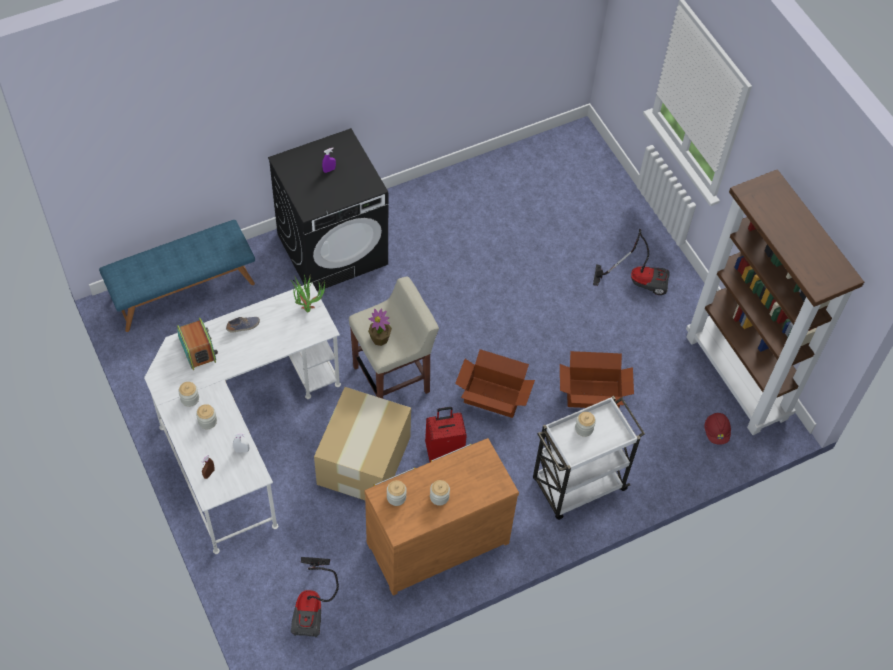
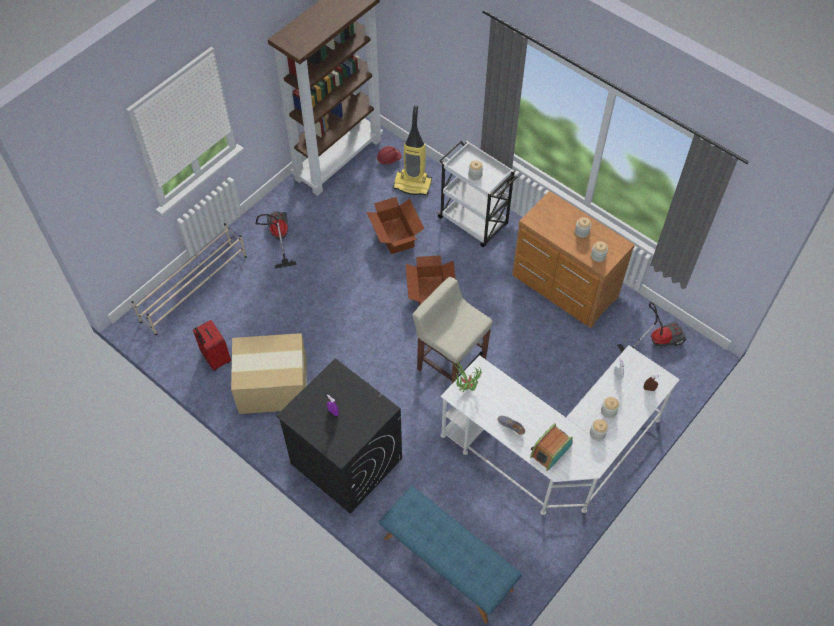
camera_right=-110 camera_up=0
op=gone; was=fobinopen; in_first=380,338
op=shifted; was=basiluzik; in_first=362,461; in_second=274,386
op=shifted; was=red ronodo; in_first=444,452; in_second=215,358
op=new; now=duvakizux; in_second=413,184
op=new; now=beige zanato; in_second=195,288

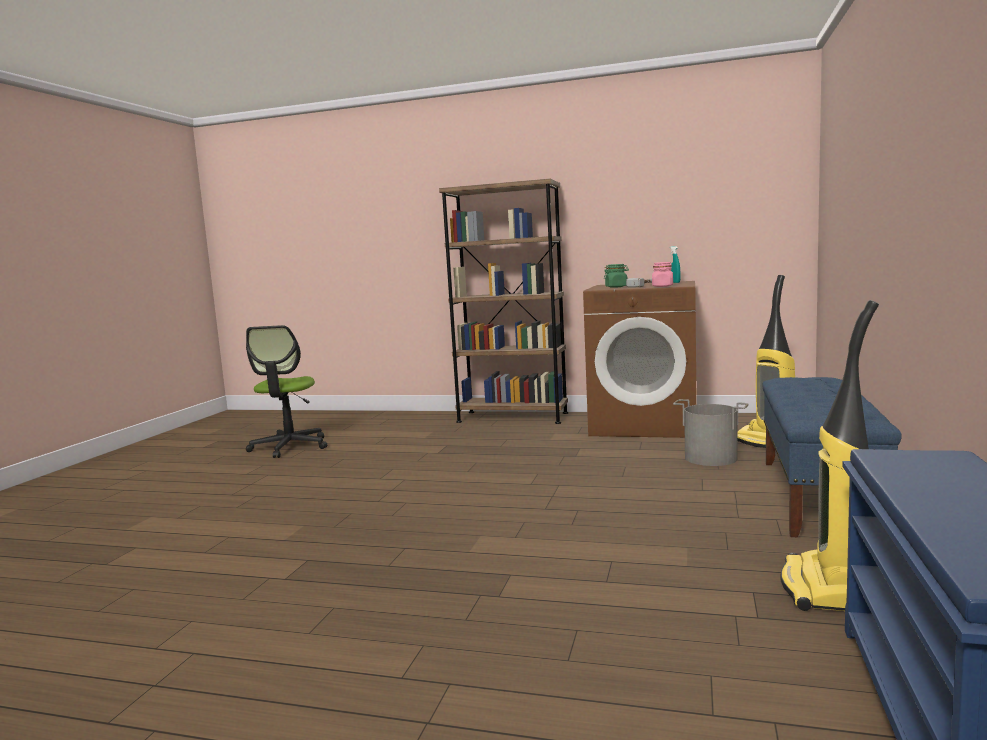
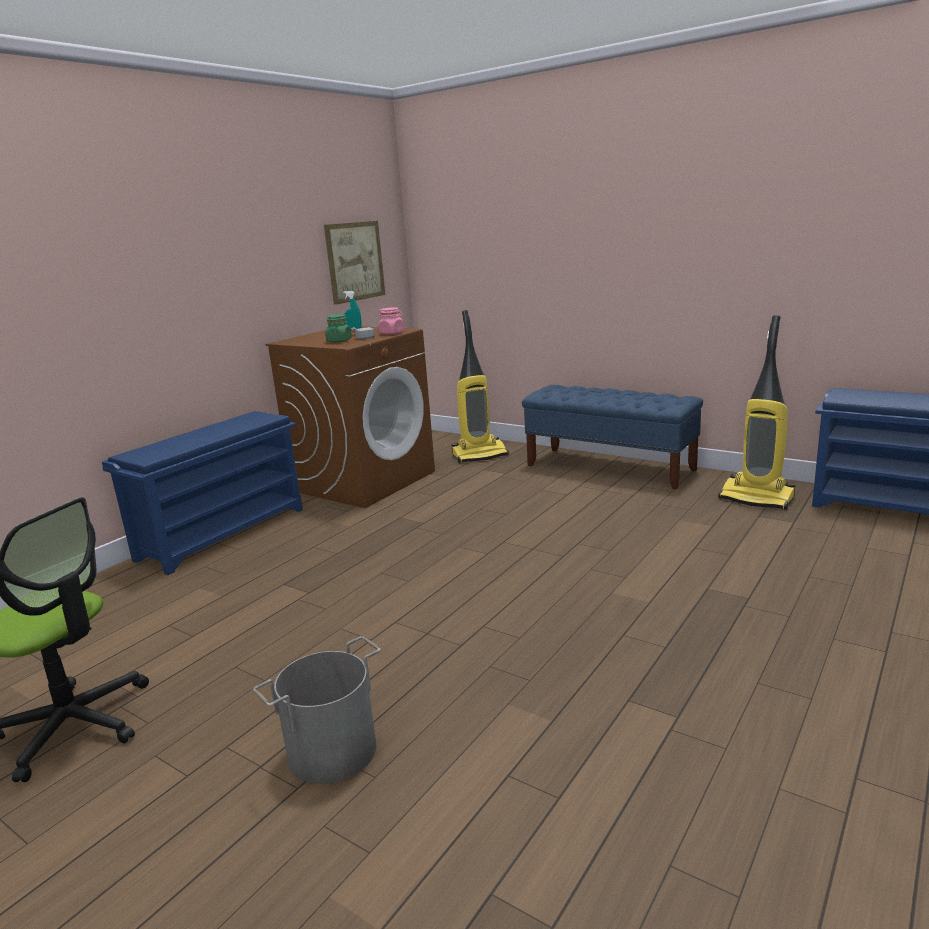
camera_right=-70 camera_up=10
op=swapped; was=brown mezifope; now=blue zanato; in_first=512,417; in_second=224,533
op=shifted; was=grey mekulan; in_first=711,458; in_second=331,750
op=new; now=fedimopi; in_second=355,261

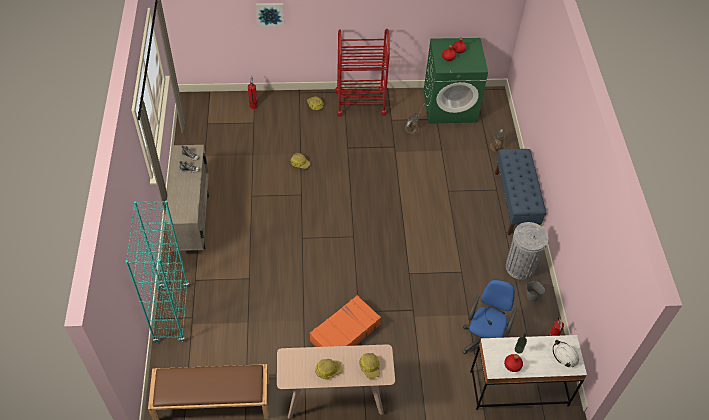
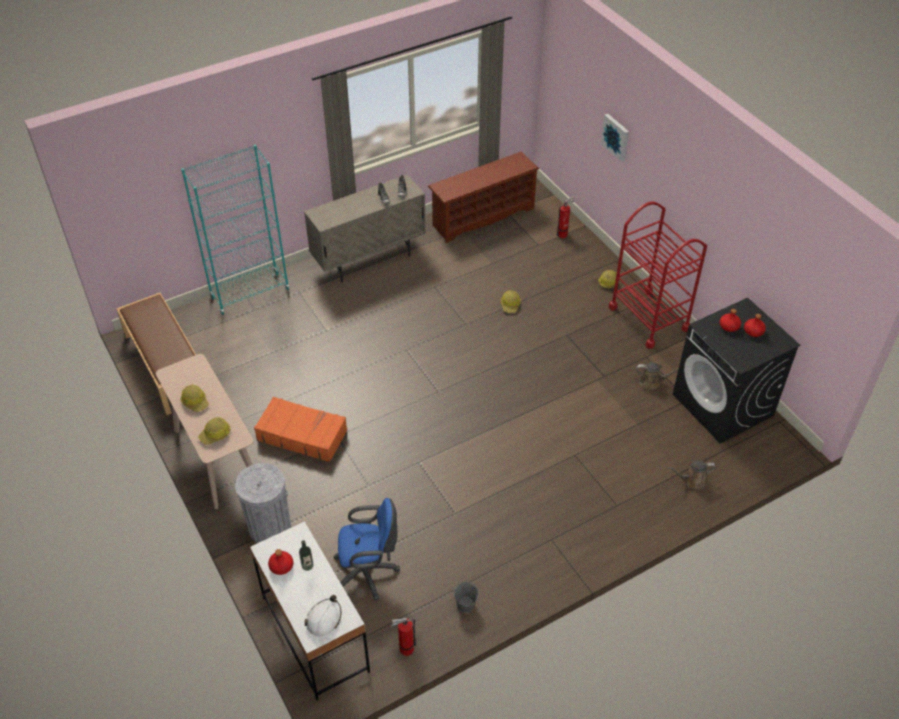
camera_right=65 camera_up=-5
op=repainted; was=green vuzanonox; now=black vuzanonox; in_first=450,106; in_second=723,405
op=gone; was=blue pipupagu; in_first=515,203
op=shifted; was=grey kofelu; in_first=520,267; in_second=270,528
op=new; now=brown zanato; in_second=482,216

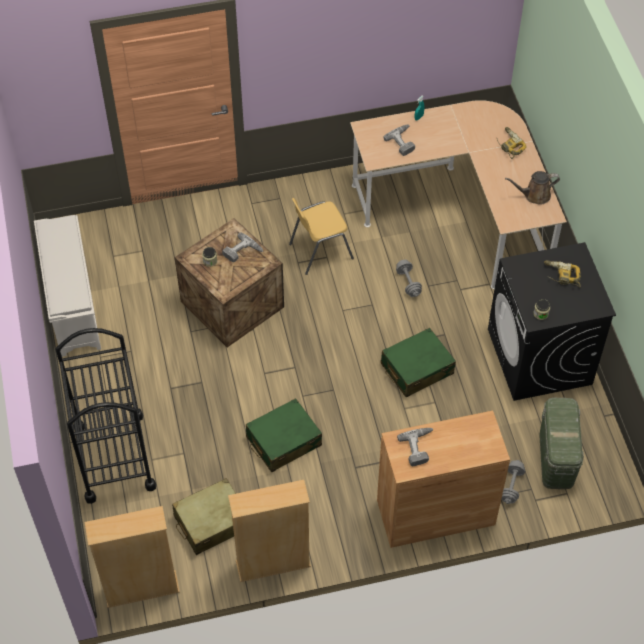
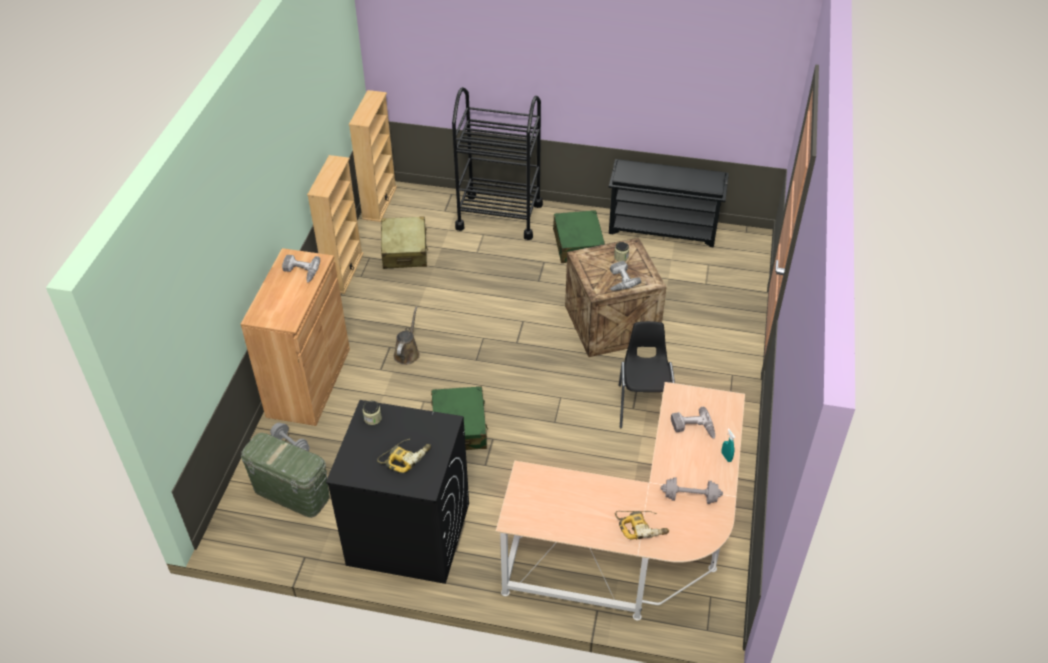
camera_right=115 camera_up=-10
op=shifted; was=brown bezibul; in_first=534,195; in_second=407,353
op=repainted; was=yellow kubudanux; now=black kubudanux; in_first=320,251; in_second=643,406
op=repainted; was=white zanato; now=black zanato; in_first=72,306; in_second=664,228
op=shifted; was=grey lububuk; in_first=408,283; in_second=690,497
op=shifted; was=green ronodo; in_first=283,441; in_second=578,244

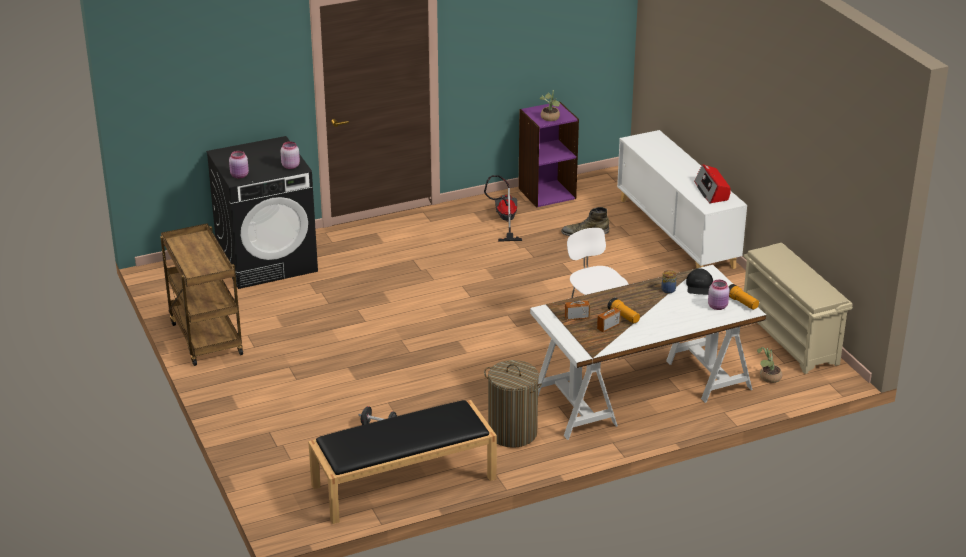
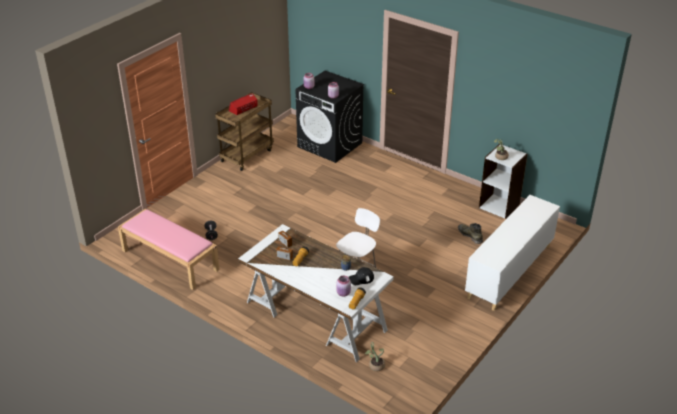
camera_right=60 camera_up=5
op=repainted; was=purple mezifope; now=white mezifope; in_first=547,193; in_second=499,206
op=shifted; was=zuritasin; in_first=712,191; in_second=243,108
op=gone; was=duvakizux; in_first=504,221
op=gone; was=beige zanato; in_first=790,338
op=gone; was=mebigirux; in_first=512,433
op=repainted; was=black pipupagu; now=pink pipupagu; in_first=403,482; in_second=169,260

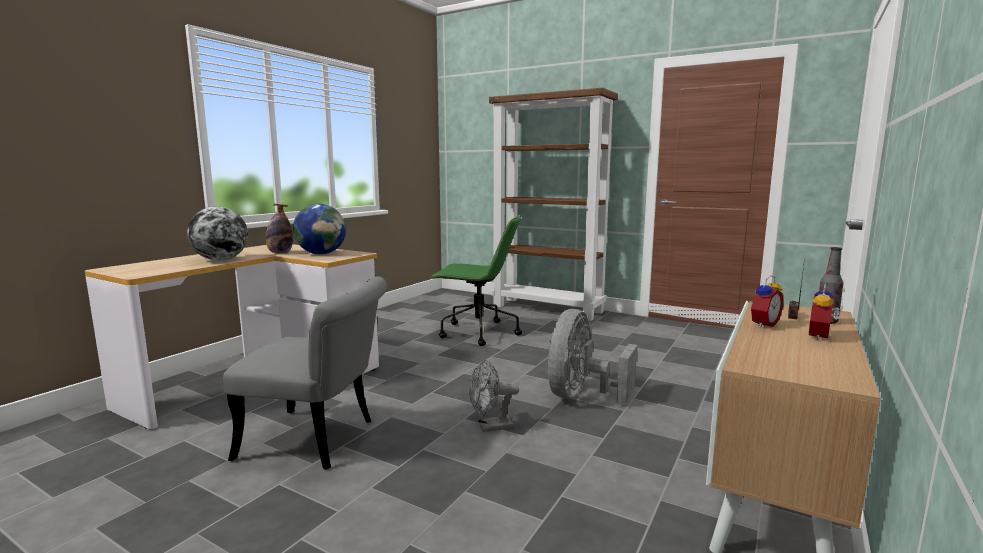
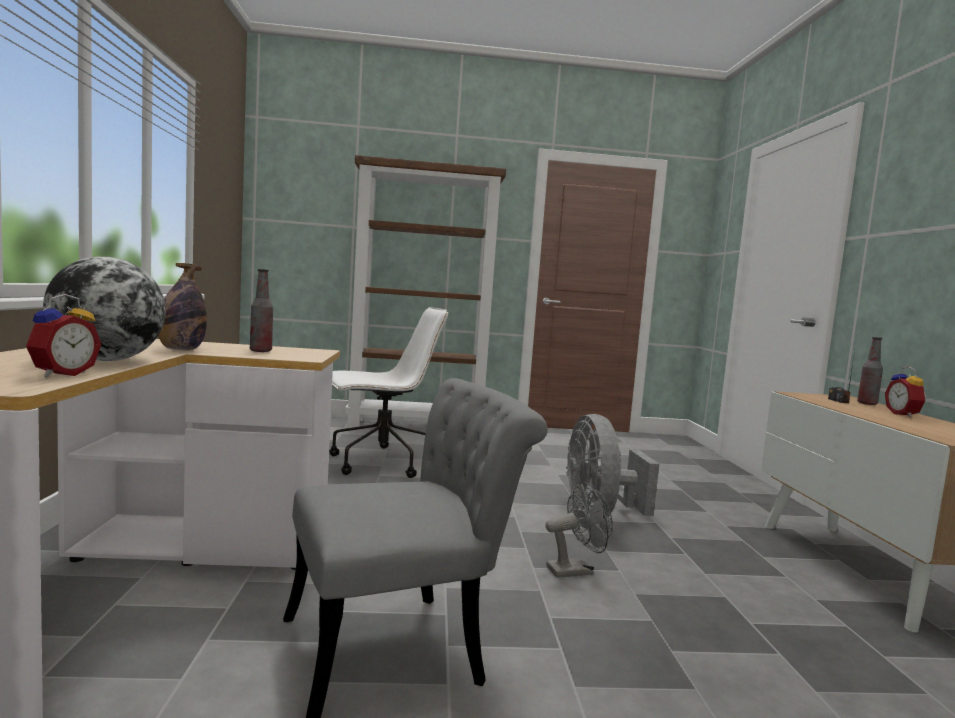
camera_right=-35 camera_up=-5
op=swapped; was=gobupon; now=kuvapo; in_first=321,254; in_second=260,351
op=repainted; was=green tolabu; now=white tolabu; in_first=477,333; in_second=380,462
op=shifted; was=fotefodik; in_first=762,324; in_second=62,374
op=rotated; was=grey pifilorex; in_first=490,427; in_second=576,570; clockwise=-150

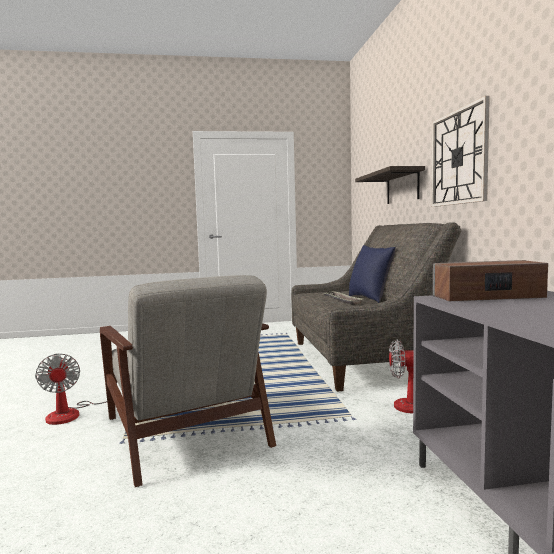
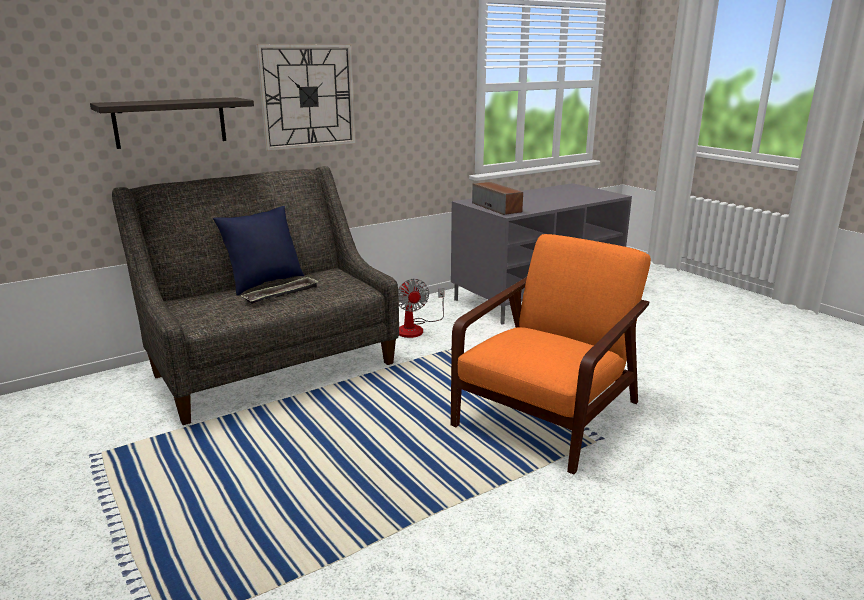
camera_right=-115 camera_up=15
op=repainted; was=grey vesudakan; now=orange vesudakan; in_first=186,433; in_second=549,413
op=gone; was=pifilorex; in_first=73,413

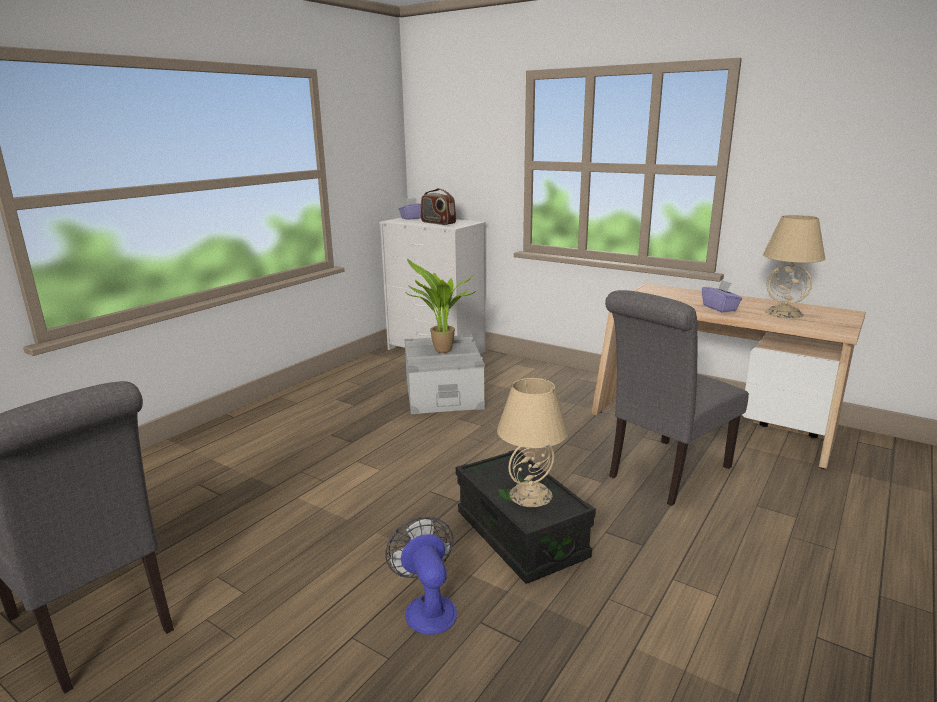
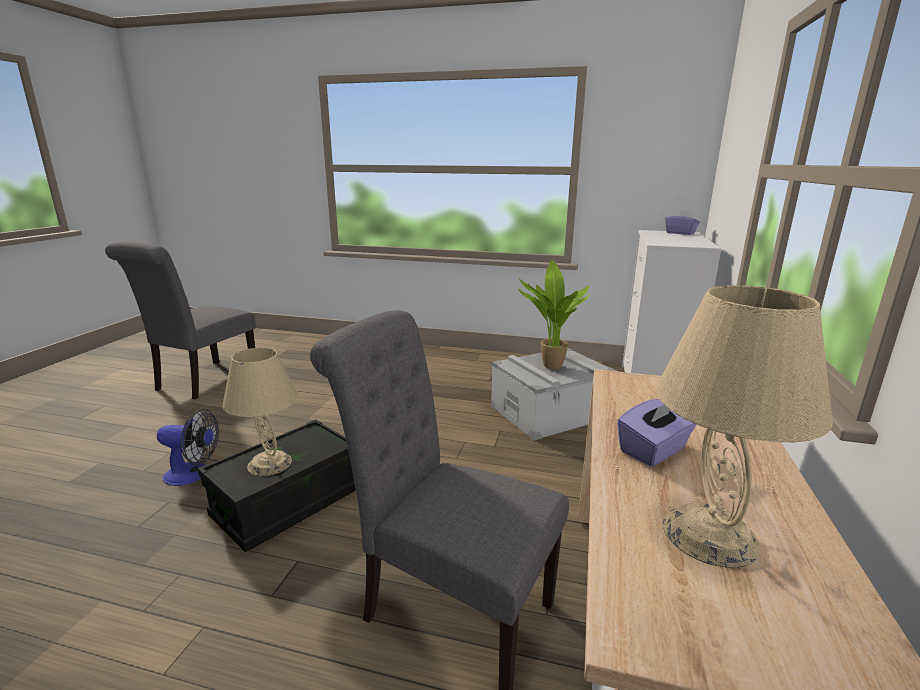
camera_right=70 camera_up=0
op=gone; was=zuritasin; in_first=438,223
op=rotated; was=pifilorex; in_first=427,607; in_second=193,474; clockwise=45

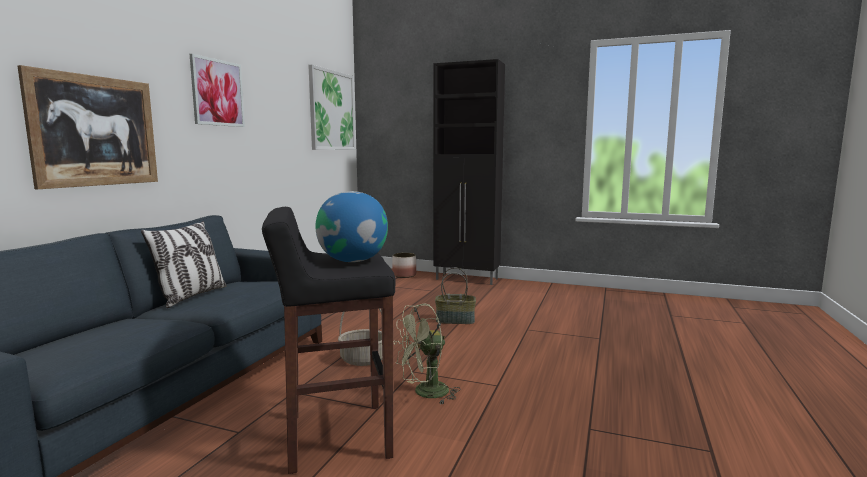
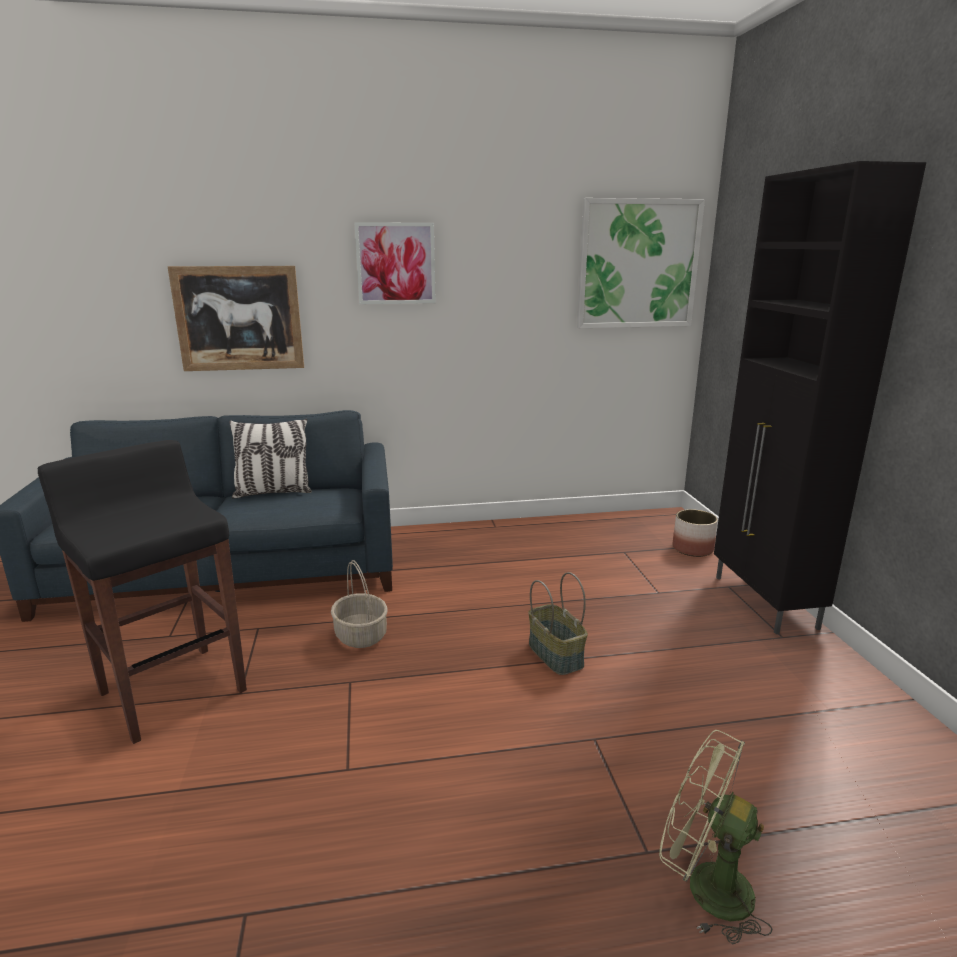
camera_right=60 camera_up=10
op=gone; was=gobupon; in_first=353,261
op=shifted; was=green pifilorex; in_first=425,393; in_second=705,886

